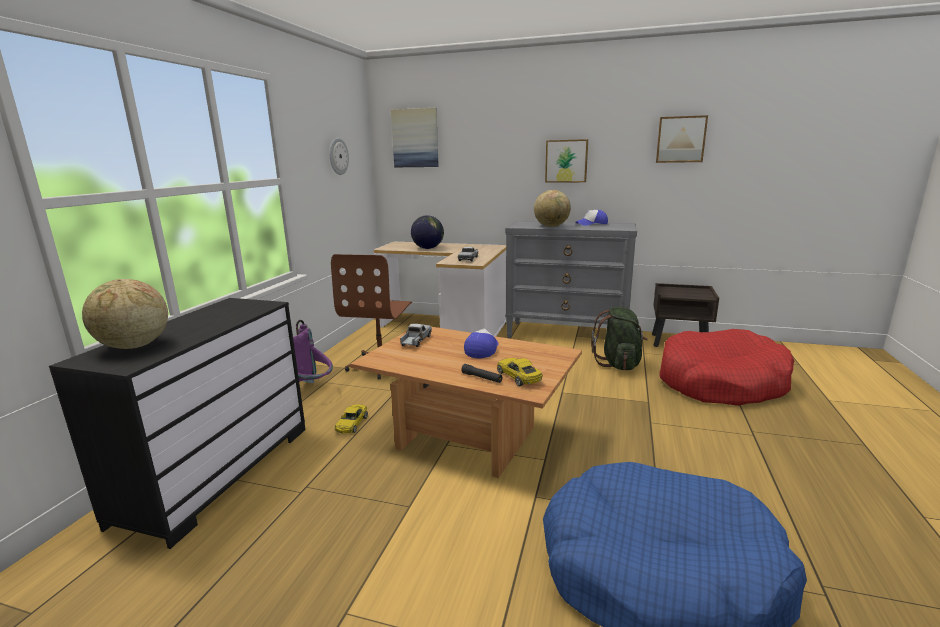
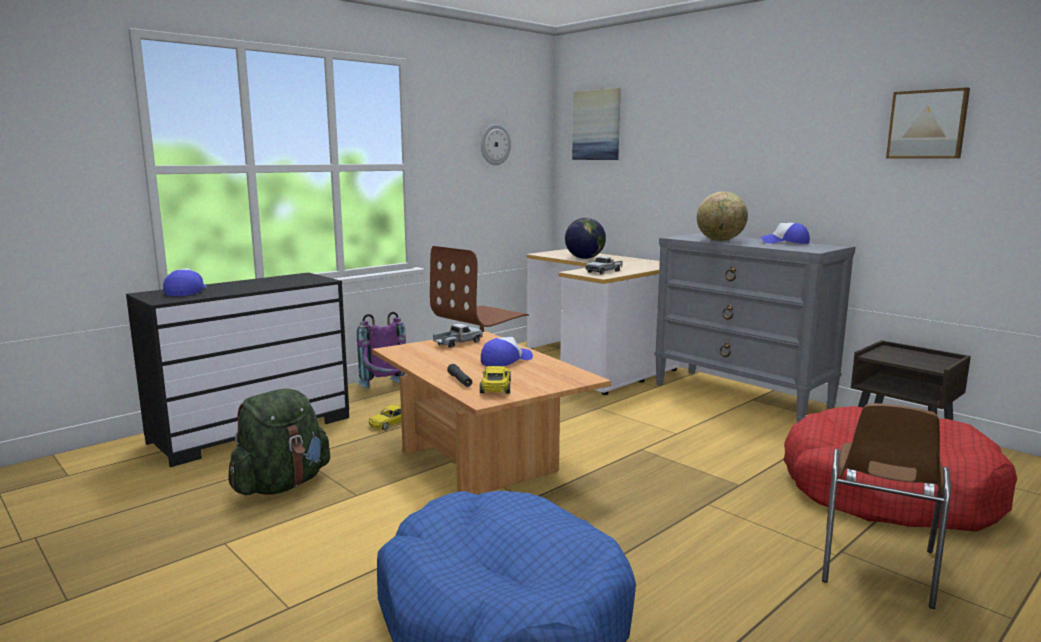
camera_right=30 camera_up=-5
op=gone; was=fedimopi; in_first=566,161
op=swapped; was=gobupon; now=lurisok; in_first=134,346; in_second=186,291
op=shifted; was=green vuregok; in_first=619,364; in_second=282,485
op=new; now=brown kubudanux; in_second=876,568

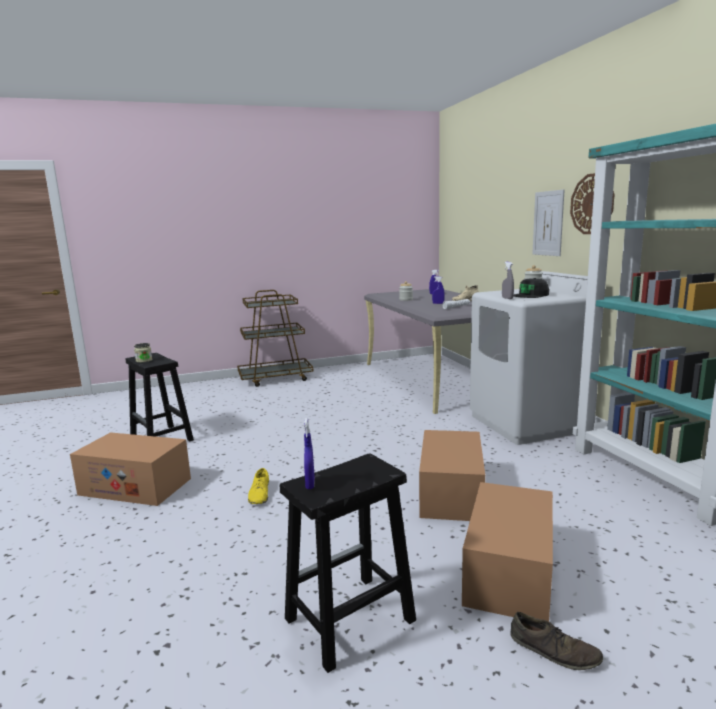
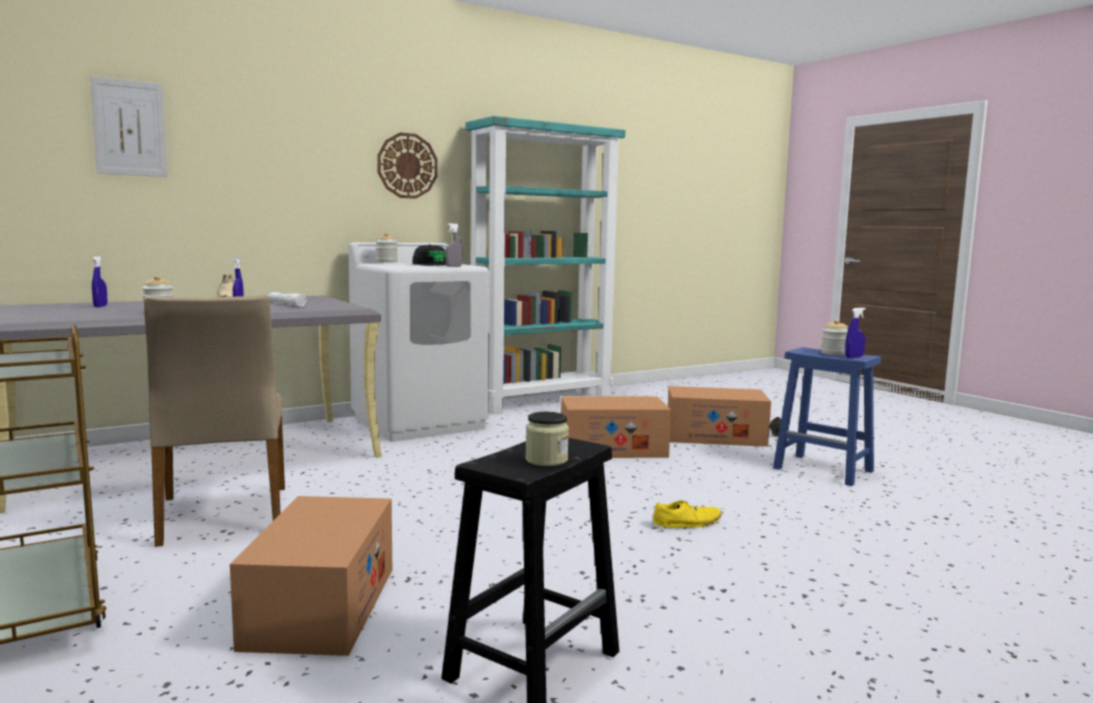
camera_right=-105 camera_up=-5
op=shifted; was=fedimopi; in_first=548,223; in_second=129,128
op=shifted; was=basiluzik; in_first=135,486; in_second=321,606
op=repainted; was=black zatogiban; now=blue zatogiban; in_first=348,621; in_second=825,470
op=new; now=beige kubudanux; in_second=223,515
op=new; now=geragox; in_second=834,353

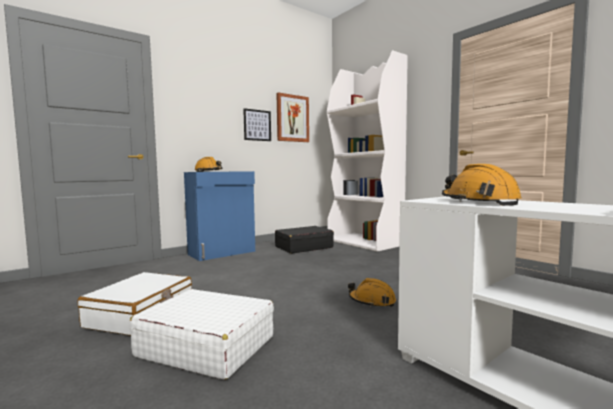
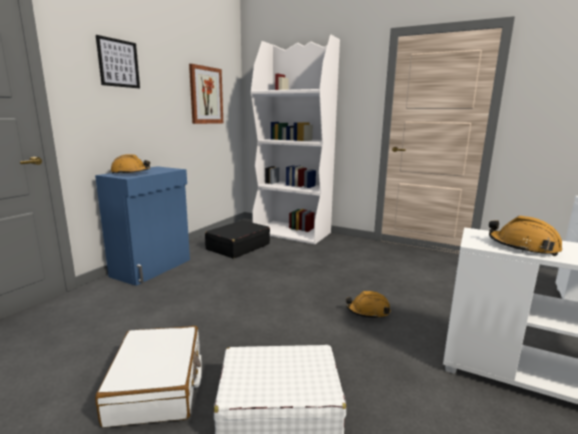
camera_right=-25 camera_up=10
op=shifted; was=fedimopi; in_first=257,125; in_second=118,63

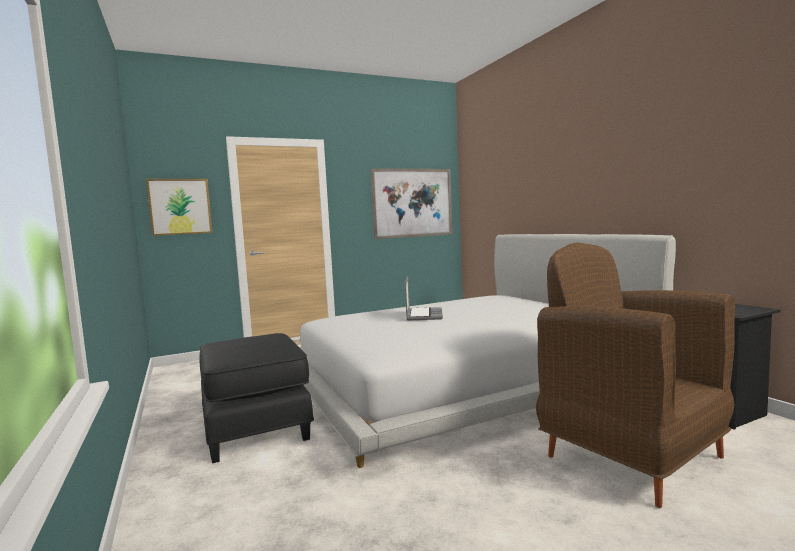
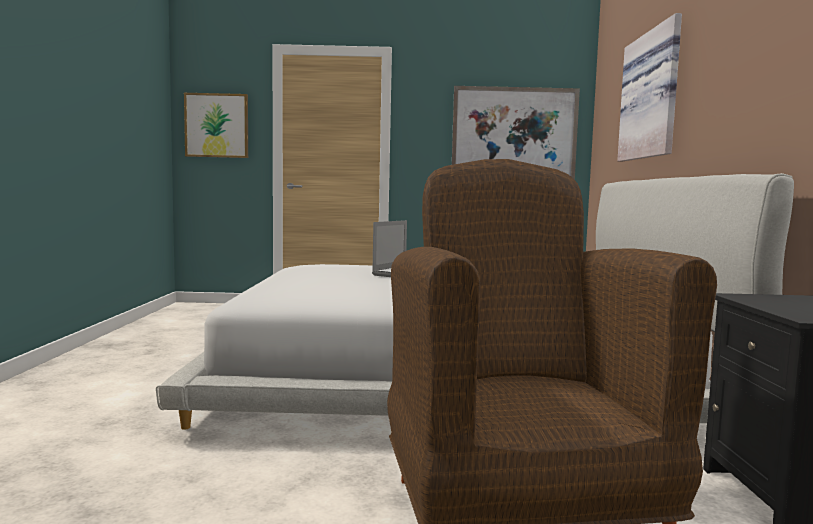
camera_right=25 camera_up=0
op=gone; was=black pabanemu; in_first=257,426
op=new; now=fedimopi; in_second=653,96

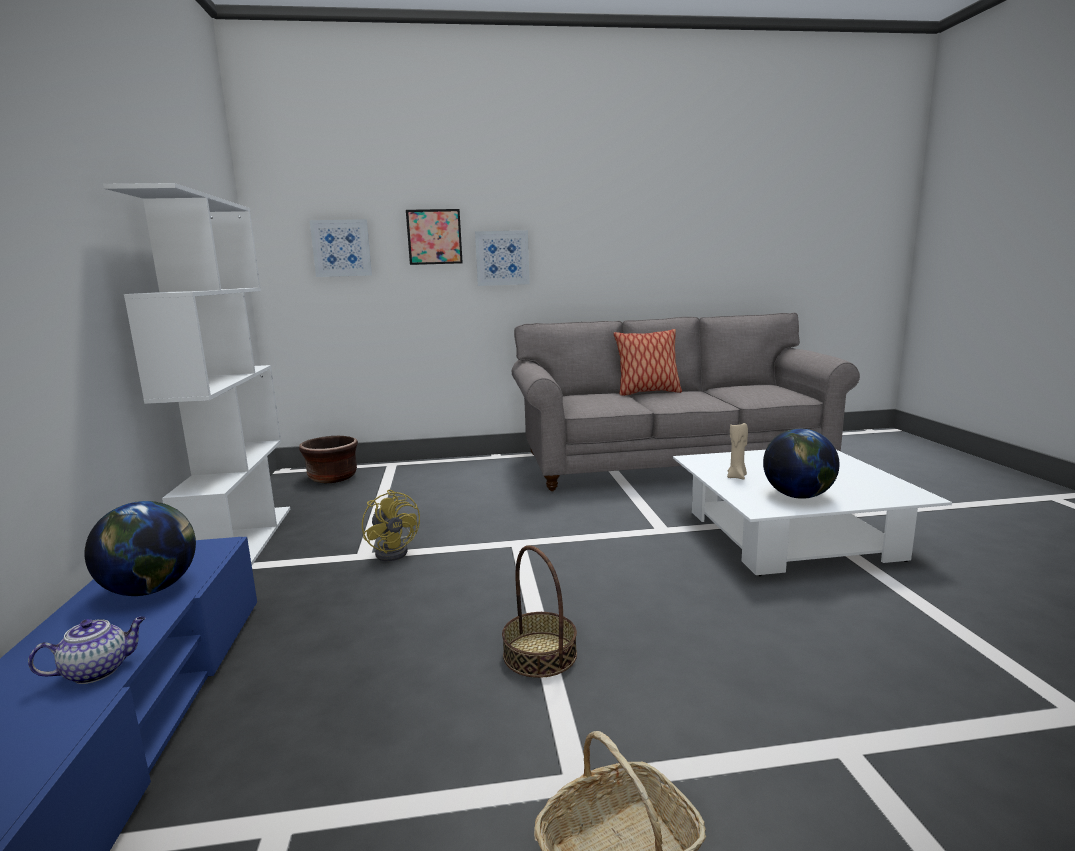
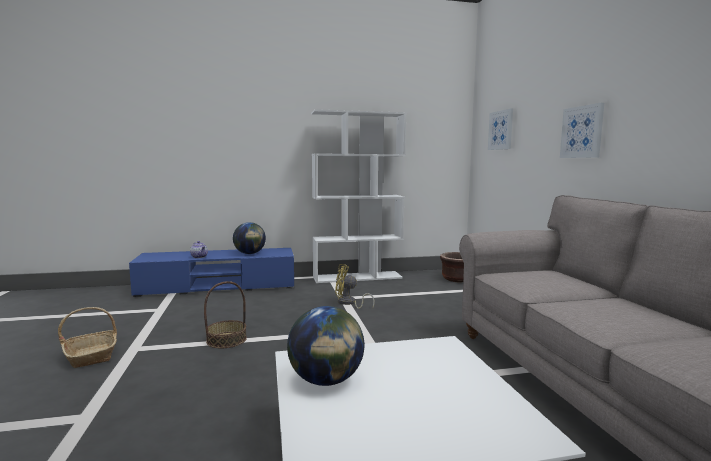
camera_right=85 camera_up=-5
op=gone; was=fedimopi; in_first=434,237
op=gone; was=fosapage; in_first=647,392
op=gone; was=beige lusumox; in_first=737,477
op=rotated; was=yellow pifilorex; in_first=395,551; in_second=348,303; clockwise=45

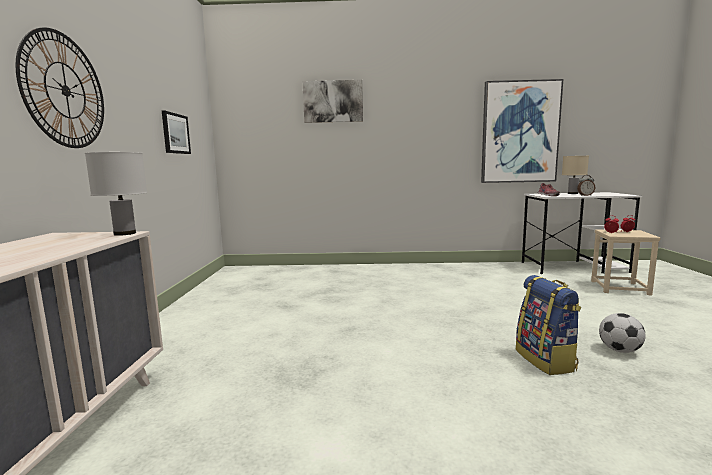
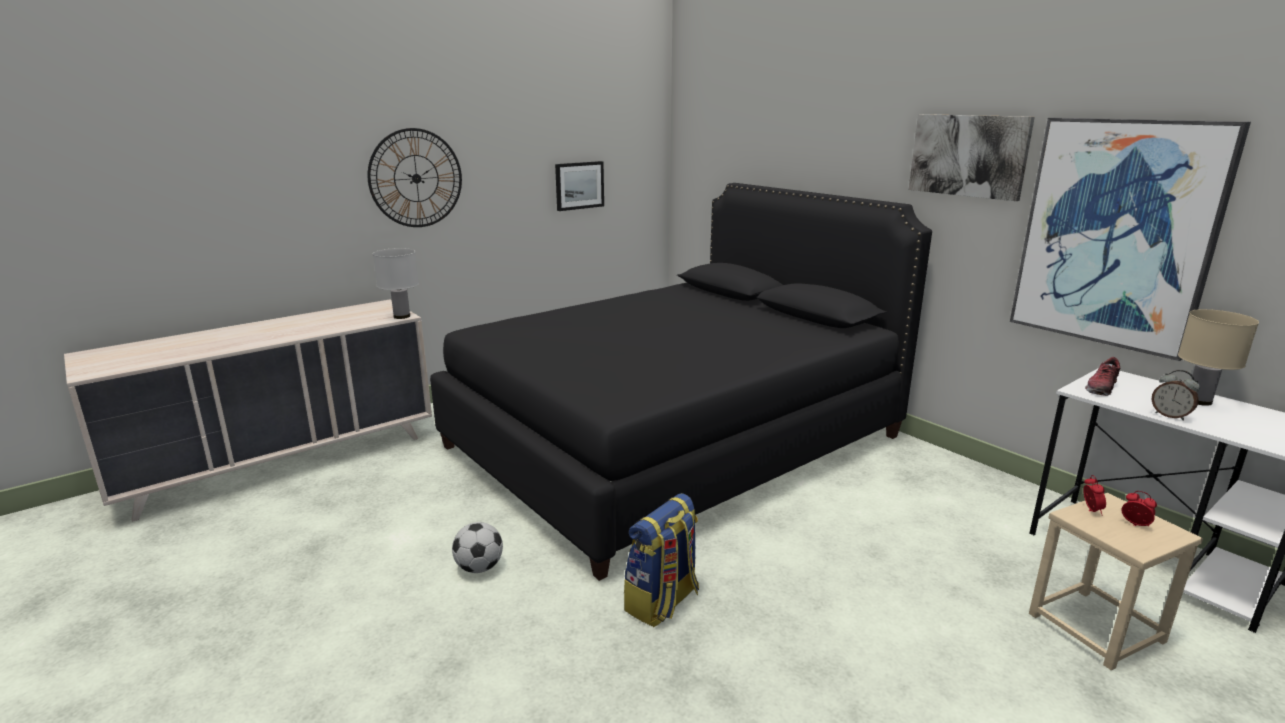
camera_right=50 camera_up=10
op=shifted; was=fedimopi; in_first=333,101; in_second=968,155
op=shifted; was=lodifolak; in_first=619,350; in_second=479,568
op=new; now=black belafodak; in_second=673,441

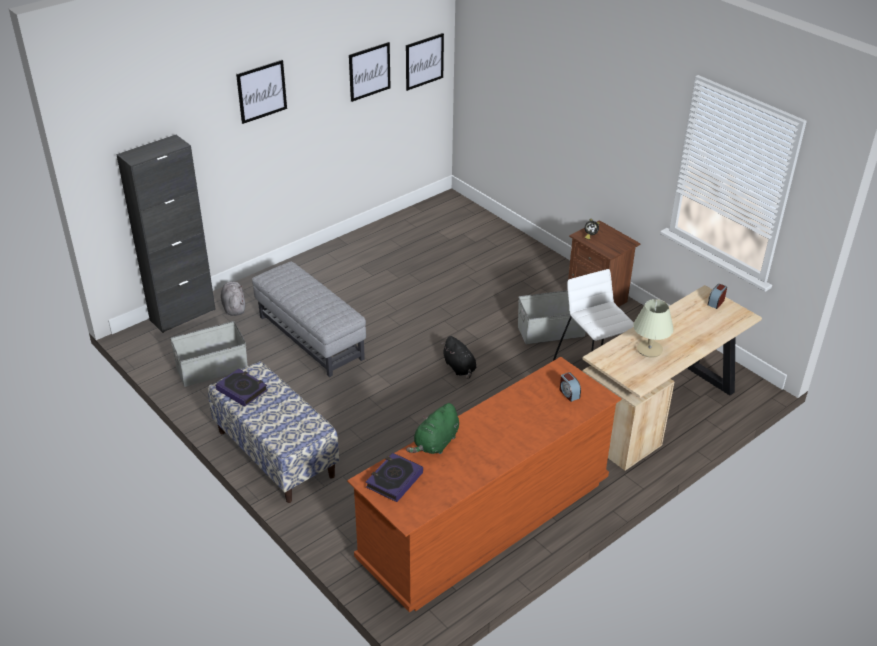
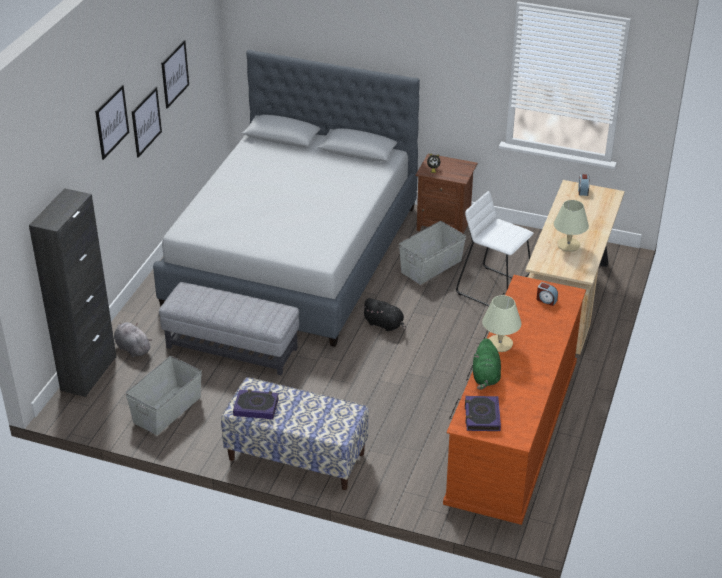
camera_right=-30 camera_up=0
op=shifted; was=fedimopi; in_first=424,61; in_second=146,121
op=new; now=grey belafodak; in_second=293,255
op=new; now=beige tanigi; in_second=500,344

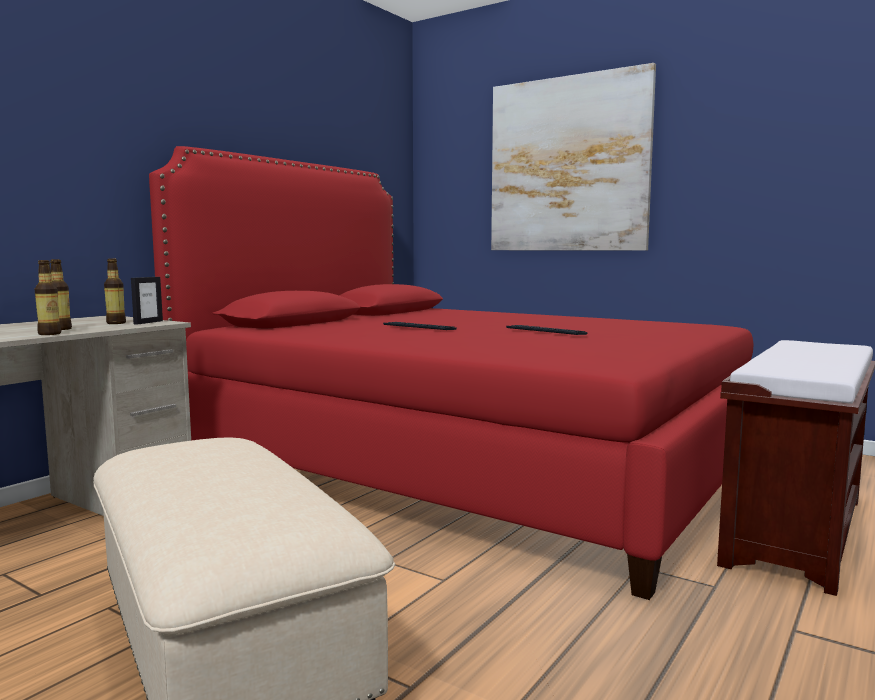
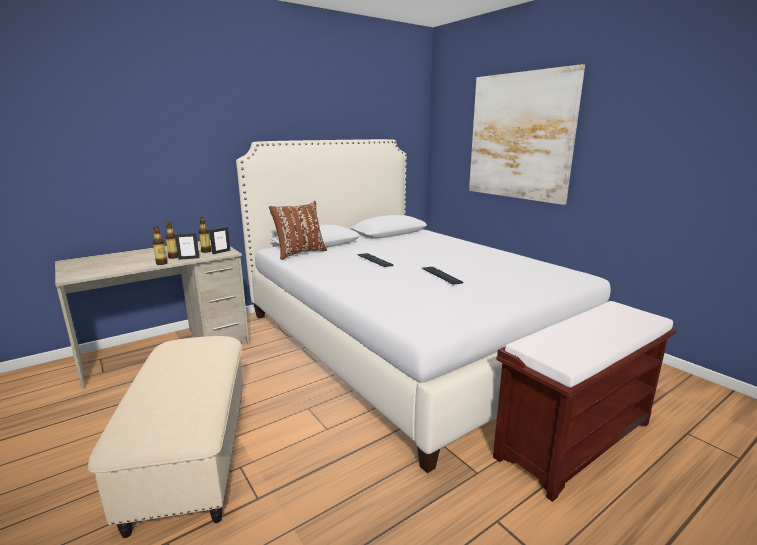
camera_right=20 camera_up=10
op=repainted; was=red belafodak; now=white belafodak; in_first=464,463; in_second=406,339
op=new; now=brown fosapage; in_second=299,253
op=new; now=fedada; in_second=189,258

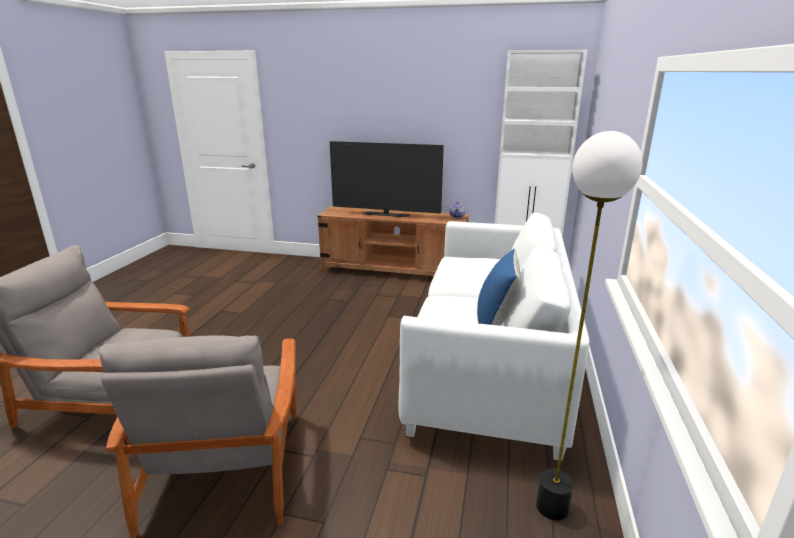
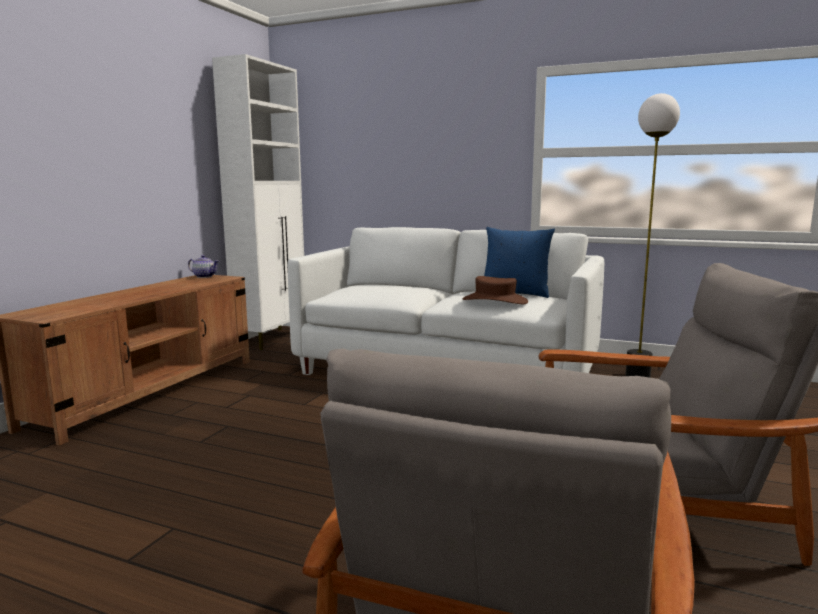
camera_right=-80 camera_up=-10
op=gone; was=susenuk; in_first=386,214
op=new; now=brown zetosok; in_second=495,300

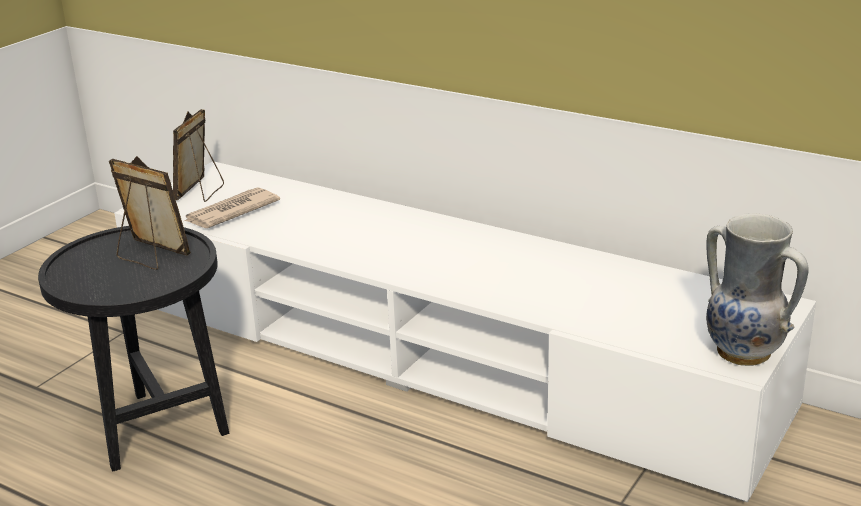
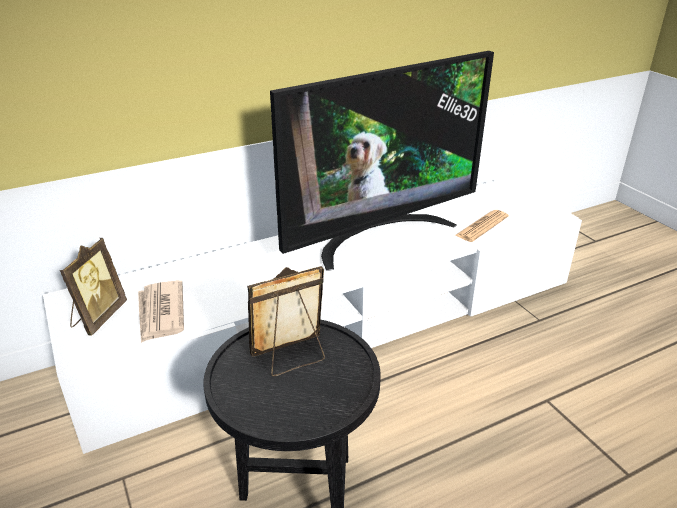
camera_right=-60 camera_up=5
op=rotated; was=fedada; in_first=201,192; in_second=98,317; clockwise=-120
op=gone; was=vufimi; in_first=745,351
op=new; now=susenuk; in_second=378,234
op=new; now=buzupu; in_second=482,226

